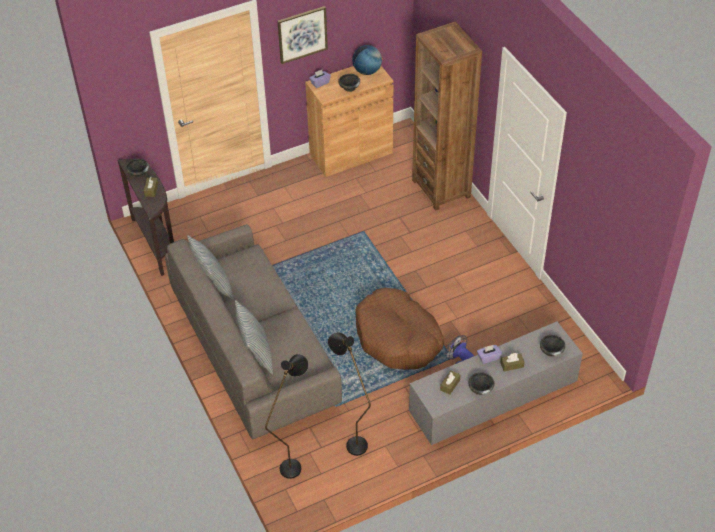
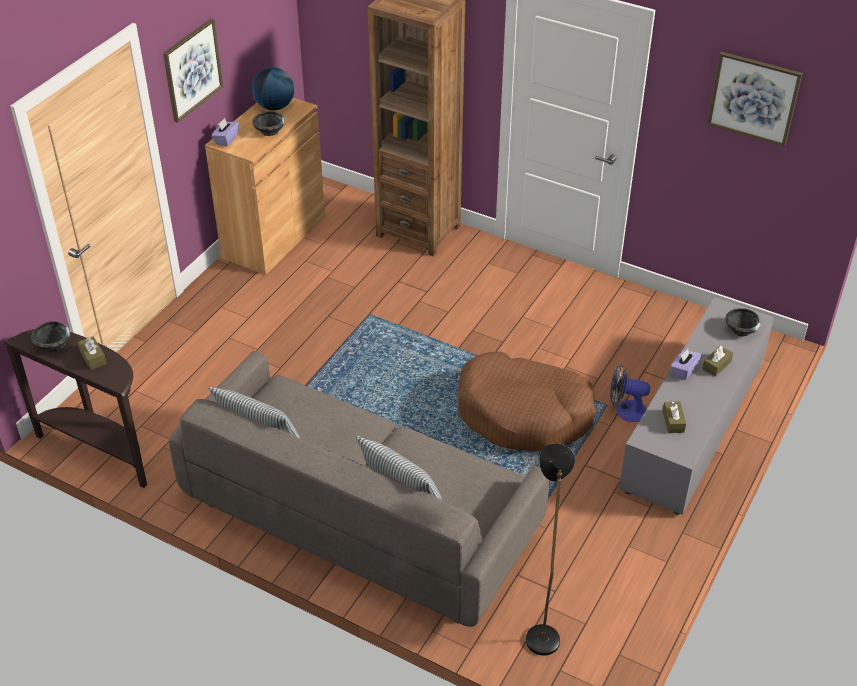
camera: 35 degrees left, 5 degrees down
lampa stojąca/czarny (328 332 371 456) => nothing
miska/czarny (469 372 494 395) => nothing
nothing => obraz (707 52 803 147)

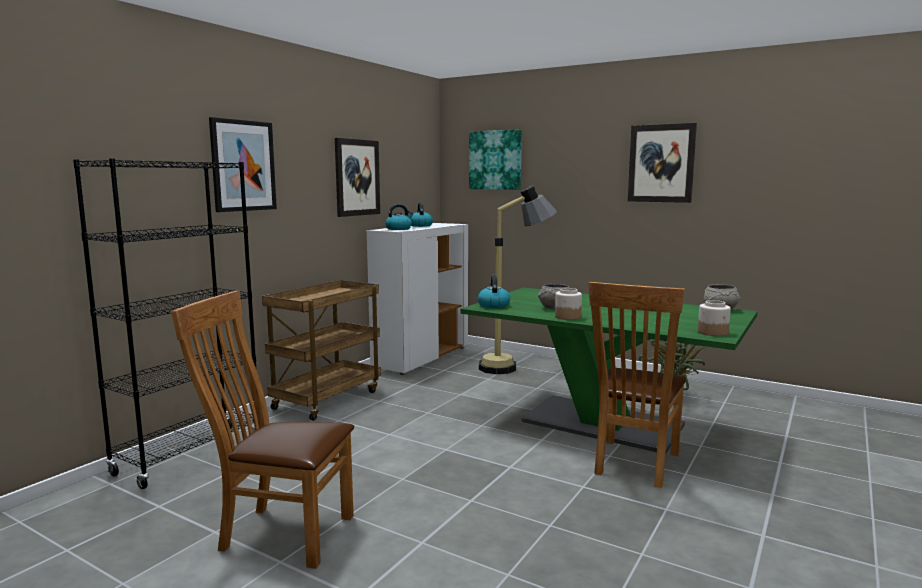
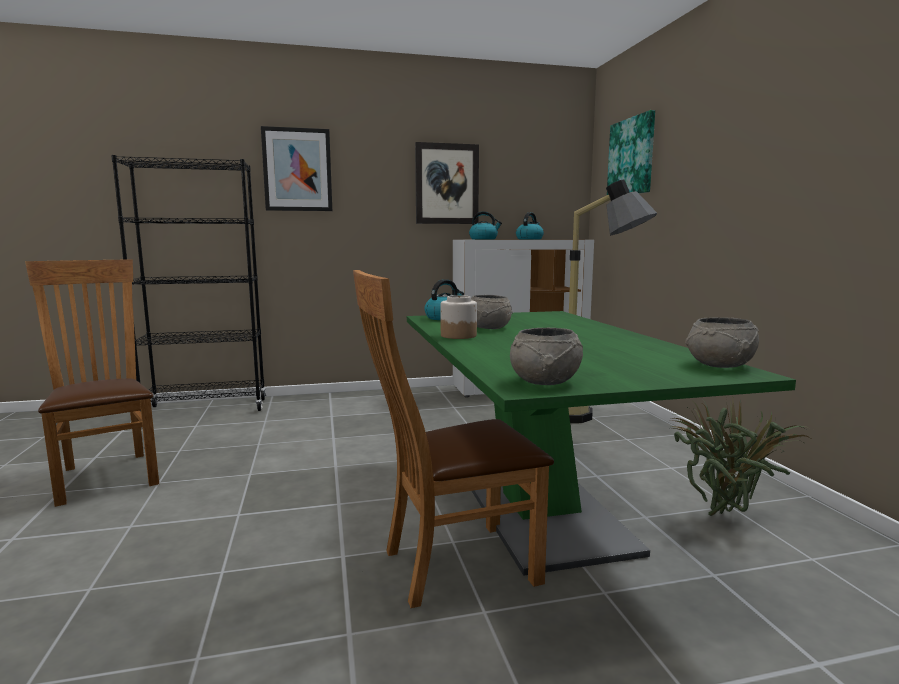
camera: 45 degrees right, 0 degrees up
obraz (628 123 697 203) => nothing
wózek/brązowy (262 280 381 421) => nothing
słoik (698 300 731 336) => miska/szary (510 328 583 385)

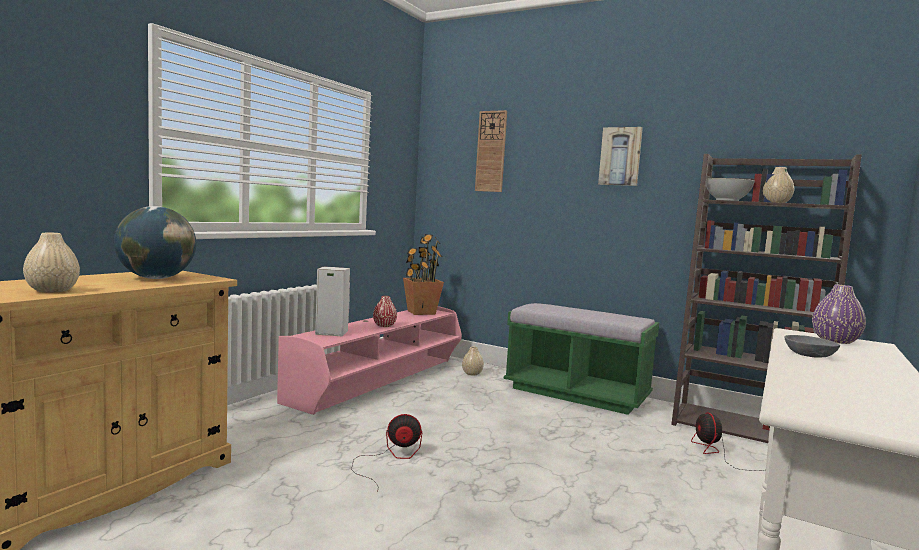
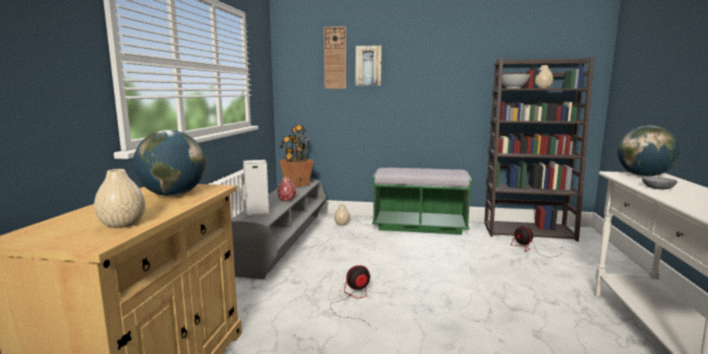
camera: 20 degrees left, 5 degrees up
obraz (598 127 643 186) => obraz (356 45 382 86), move
wazon/fioletowy (812 285 866 344) => globus (617 126 680 177)
szafka pod telewizor/różowy (277 306 462 415) => szafka pod telewizor/szary (231 179 326 279)

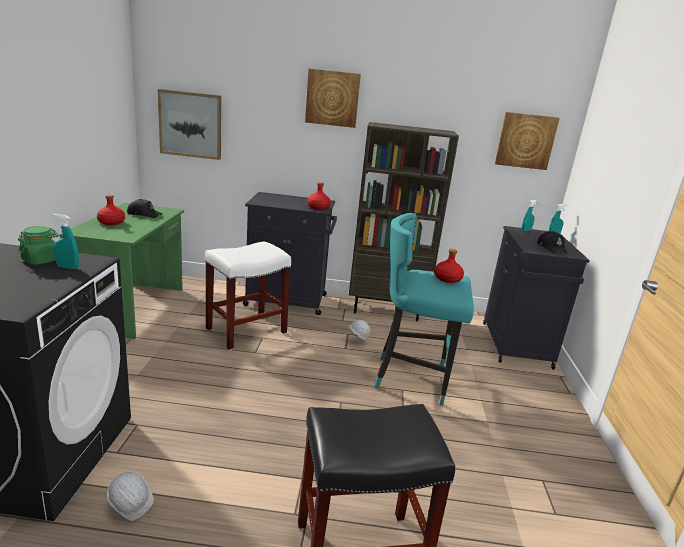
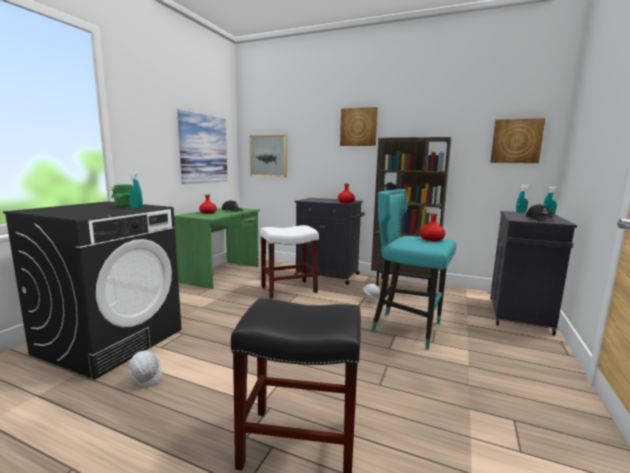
camera: 20 degrees right, 10 degrees down
nothing => obraz (177 110 228 184)

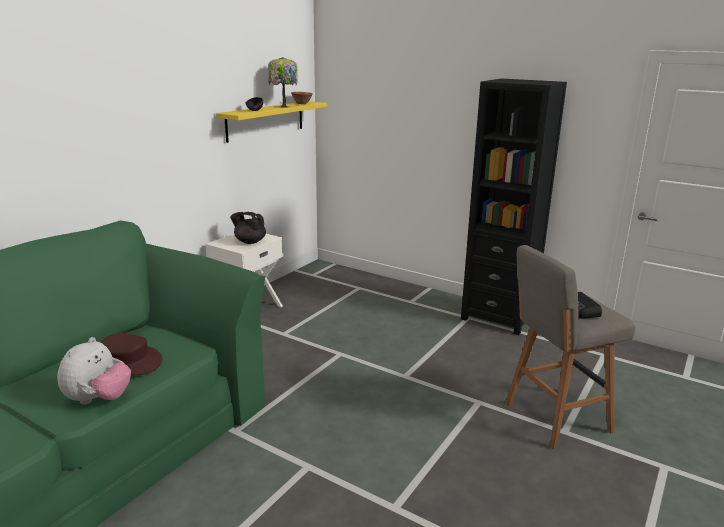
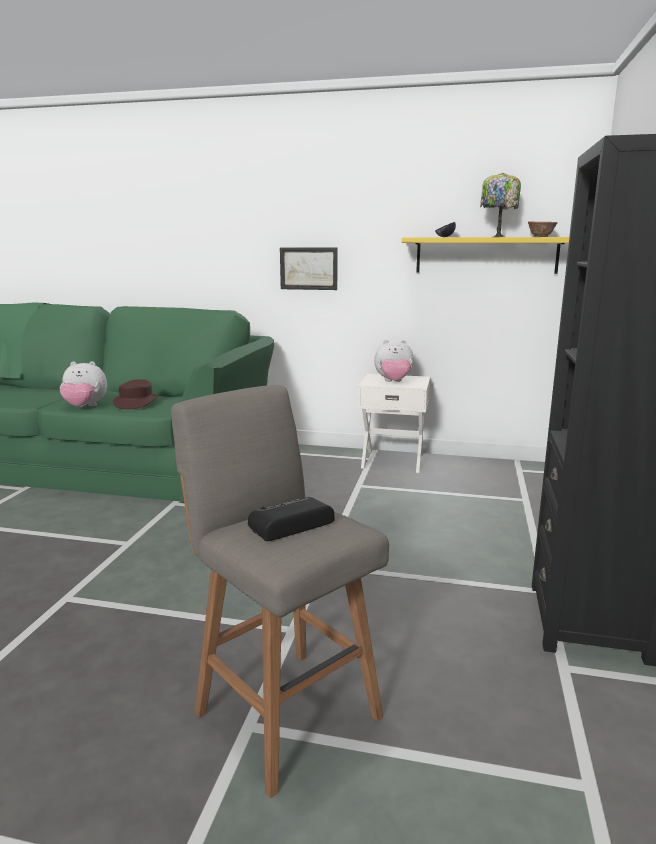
camera: 70 degrees right, 5 degrees down
imbryk/czarny (230 212 266 244) => pluszak (374 340 414 382)
nothing => obraz (280 248 338 290)

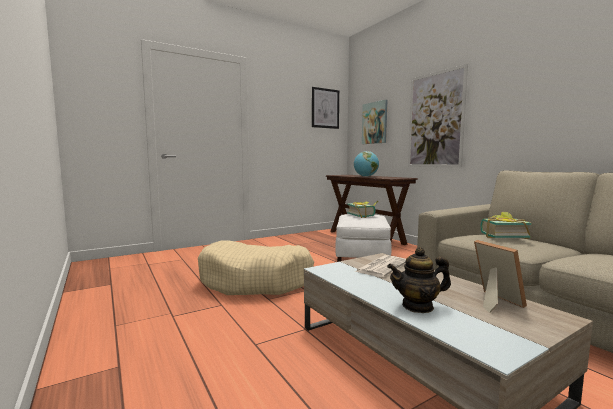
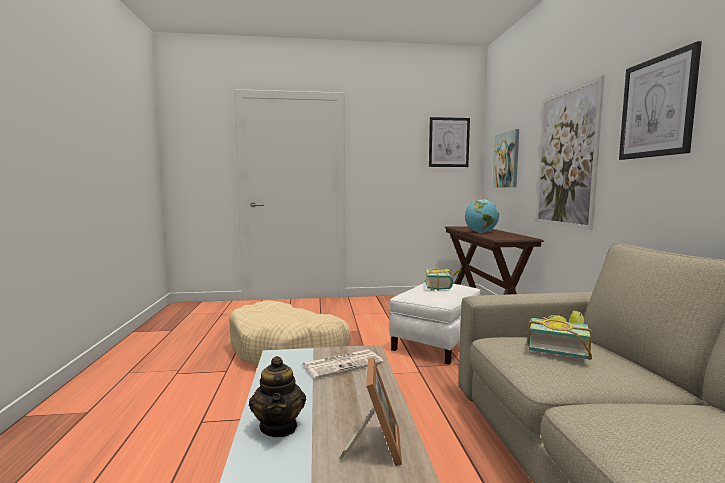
camera: 25 degrees right, 0 degrees up
imbryk (387 247 451 313) => imbryk (249 356 306 437), 120 degrees counterclockwise
nothing => obraz (619 41 702 160)

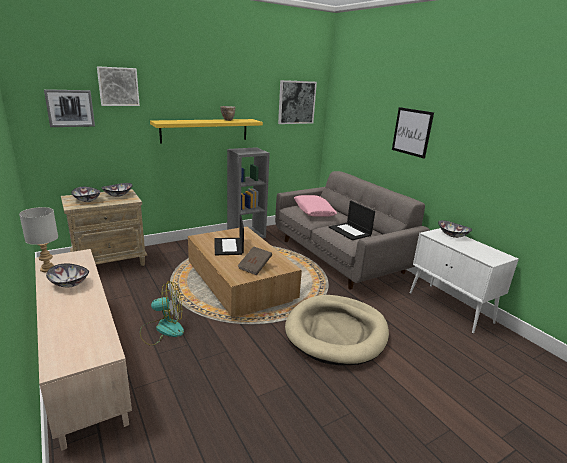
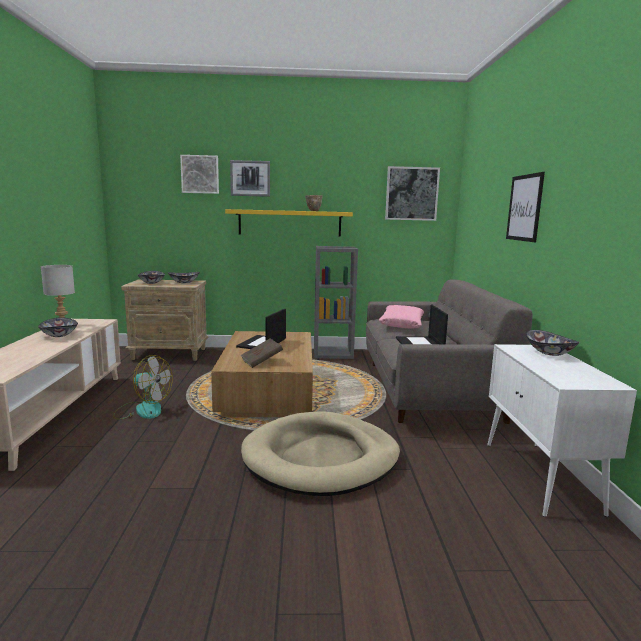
camera: 30 degrees right, 10 degrees down
obraz (44 89 95 127) => obraz (230 160 270 197), move

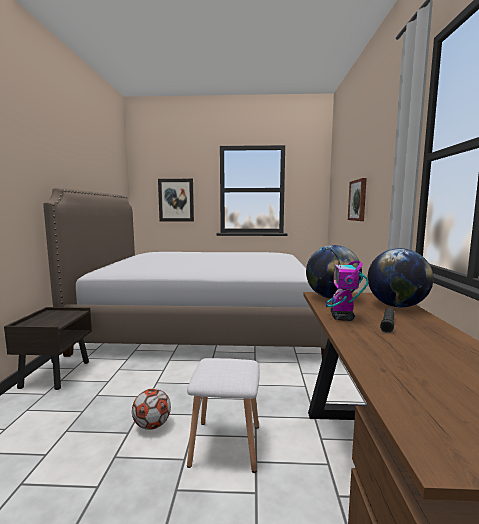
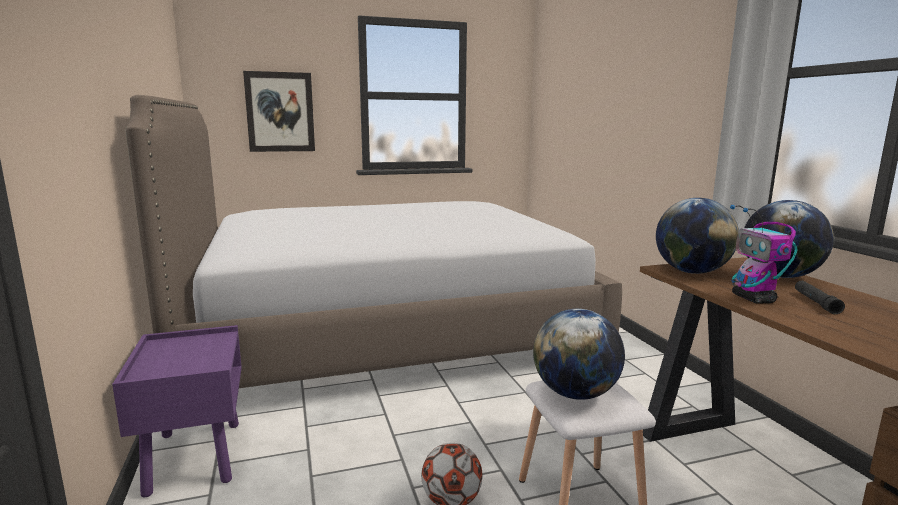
camera: 20 degrees left, 5 degrees up
obraz (348 178 367 221) => nothing
szafka nocna/brązowy (4 307 92 390) => szafka nocna/fioletowy (112 325 242 497)
nothing => globus (533 309 625 400)

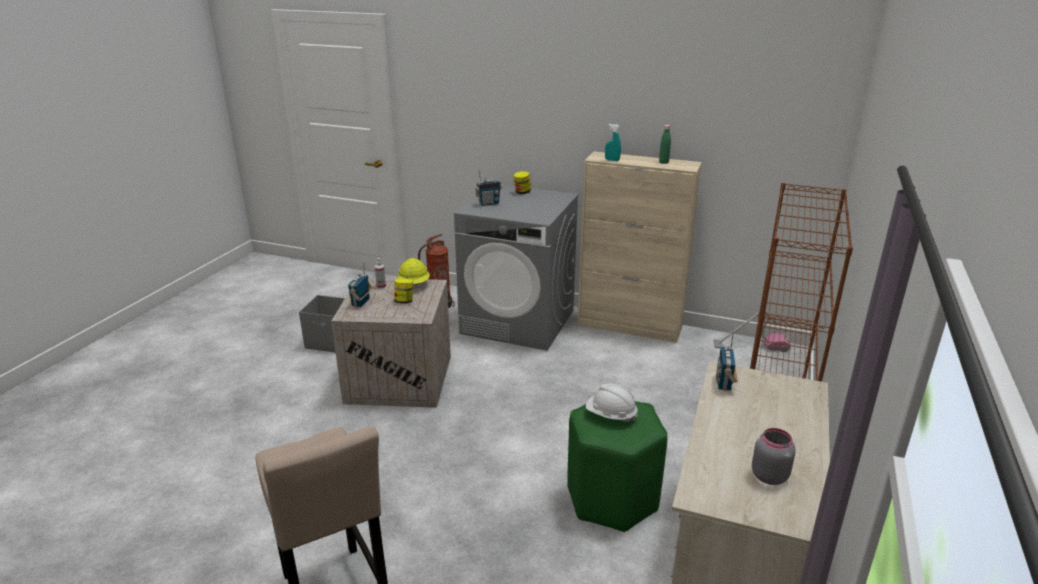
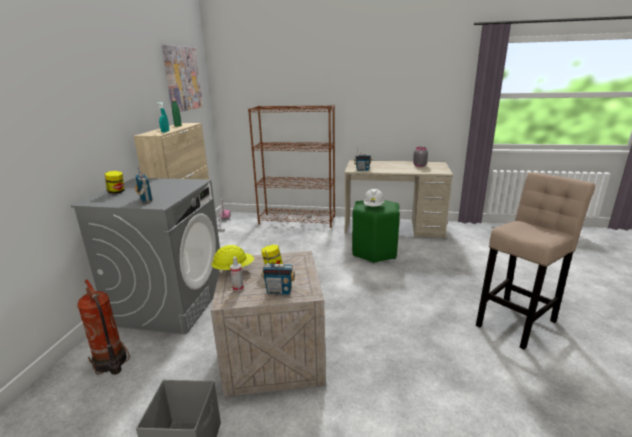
camera: 100 degrees left, 5 degrees down
nothing => obraz (162 45 203 112)

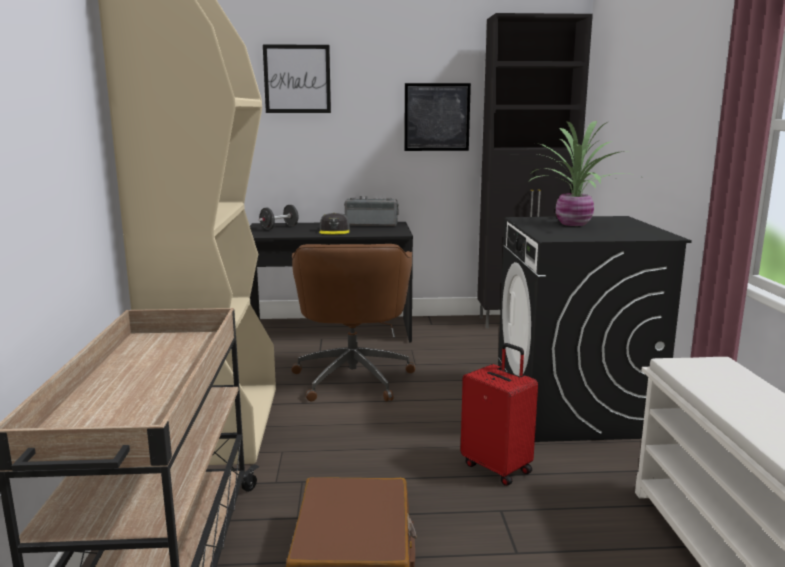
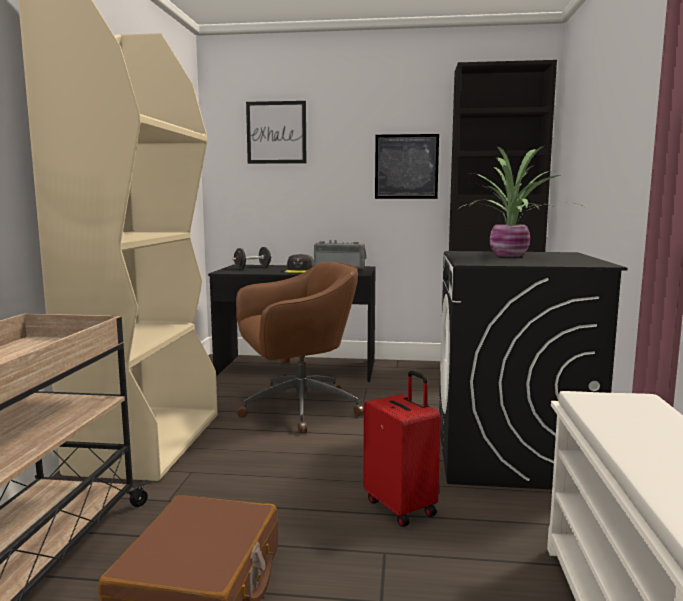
camera: 10 degrees right, 5 degrees down
krzesło biurowe/brązowy (292 244 415 401) => krzesło biurowe/brązowy (236 262 364 433), 120 degrees counterclockwise

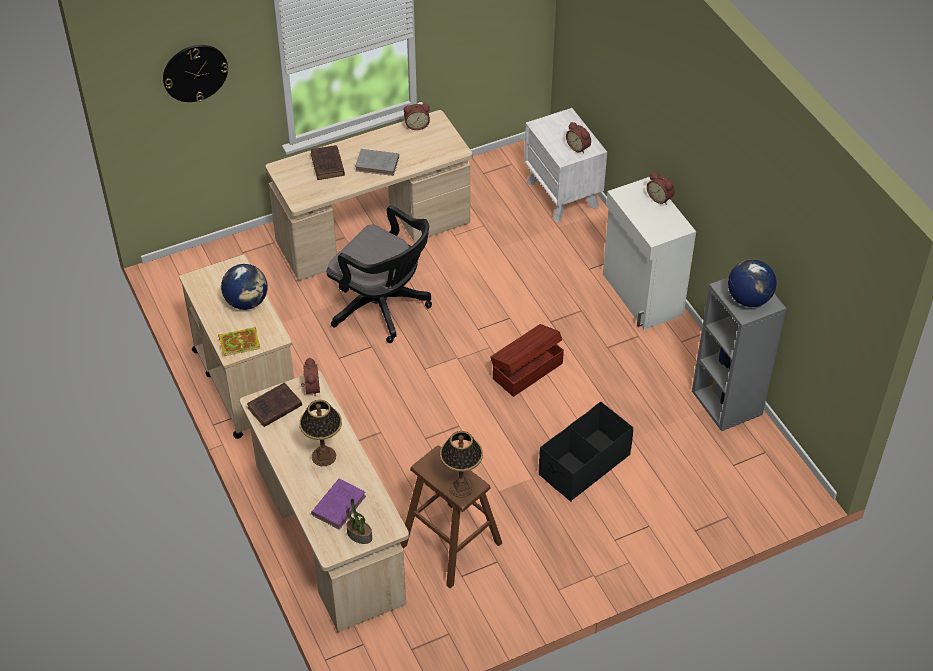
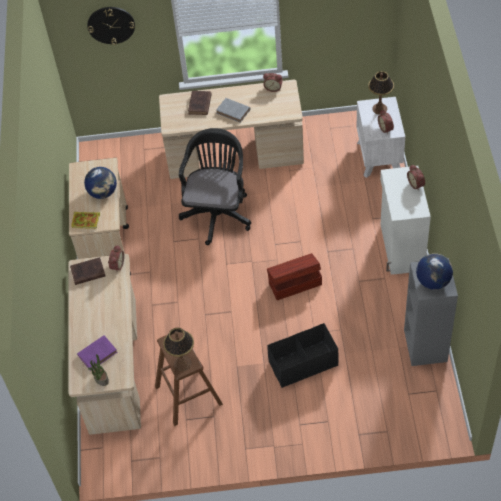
camera: 25 degrees right, 5 degrees up
krzesło biurowe/czarny (327 205 432 343) => krzesło biurowe/czarny (179 128 251 245), 135 degrees counterclockwise
lampa stołowa (299 400 342 466) => lampa stołowa (368 71 394 115), move

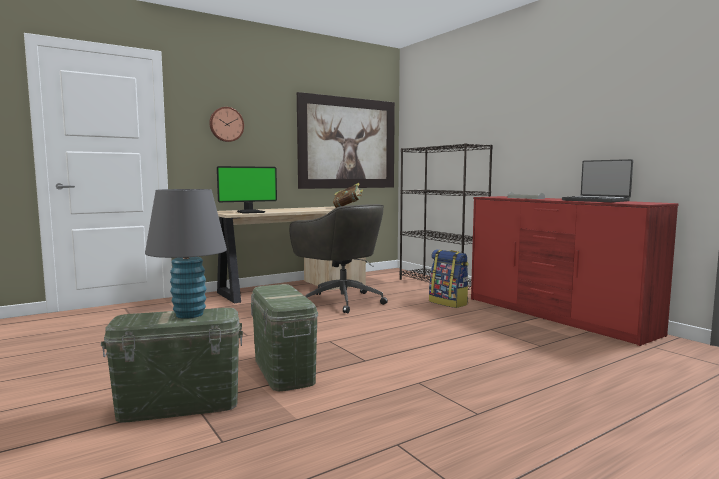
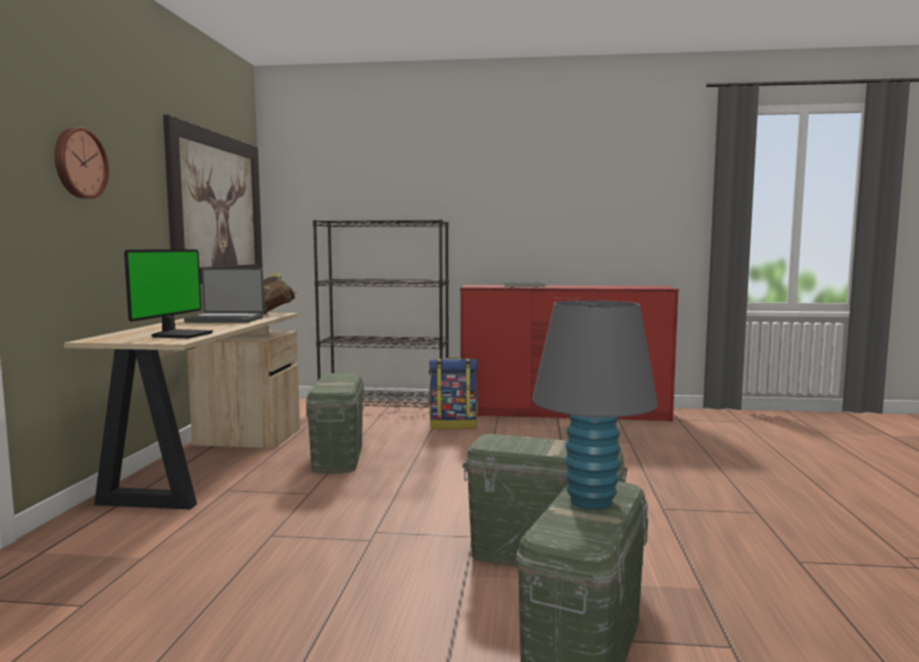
camera: 50 degrees left, 0 degrees up
laptop (562 159 633 202) => laptop (184 268 264 323), move
krzesło biurowe/szary (289 204 388 313) => pojemnik do przechowywania/zielony (306 373 364 473)

